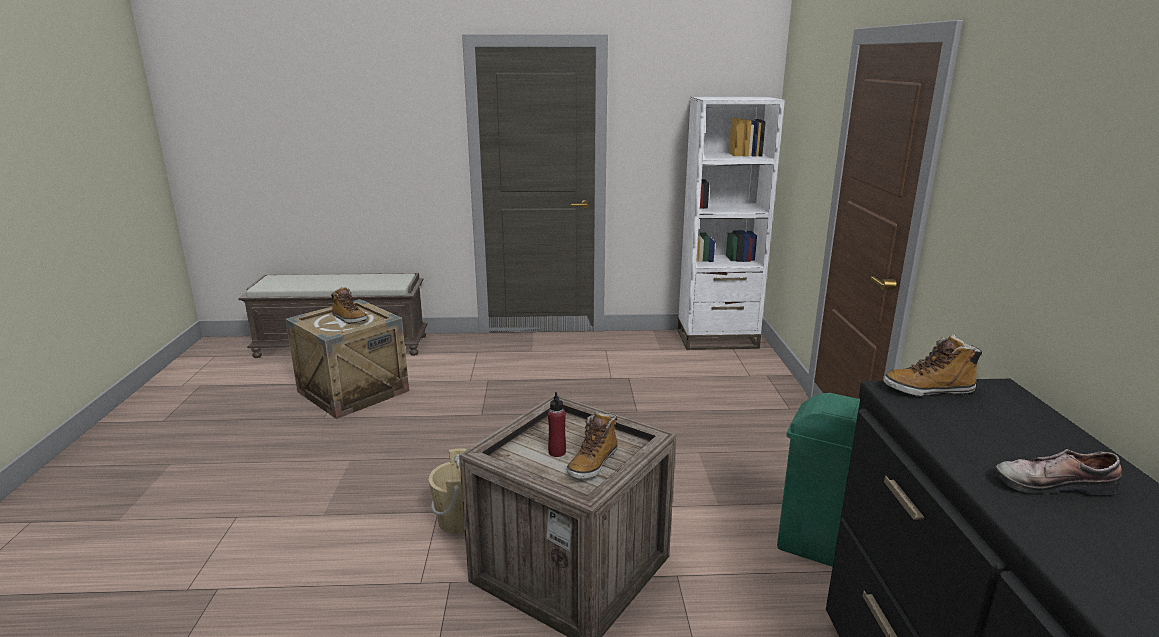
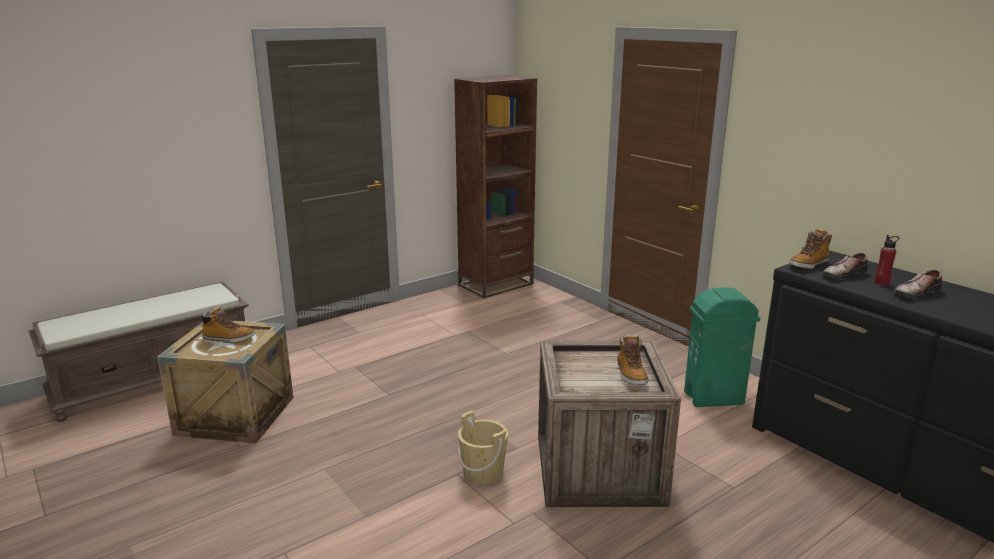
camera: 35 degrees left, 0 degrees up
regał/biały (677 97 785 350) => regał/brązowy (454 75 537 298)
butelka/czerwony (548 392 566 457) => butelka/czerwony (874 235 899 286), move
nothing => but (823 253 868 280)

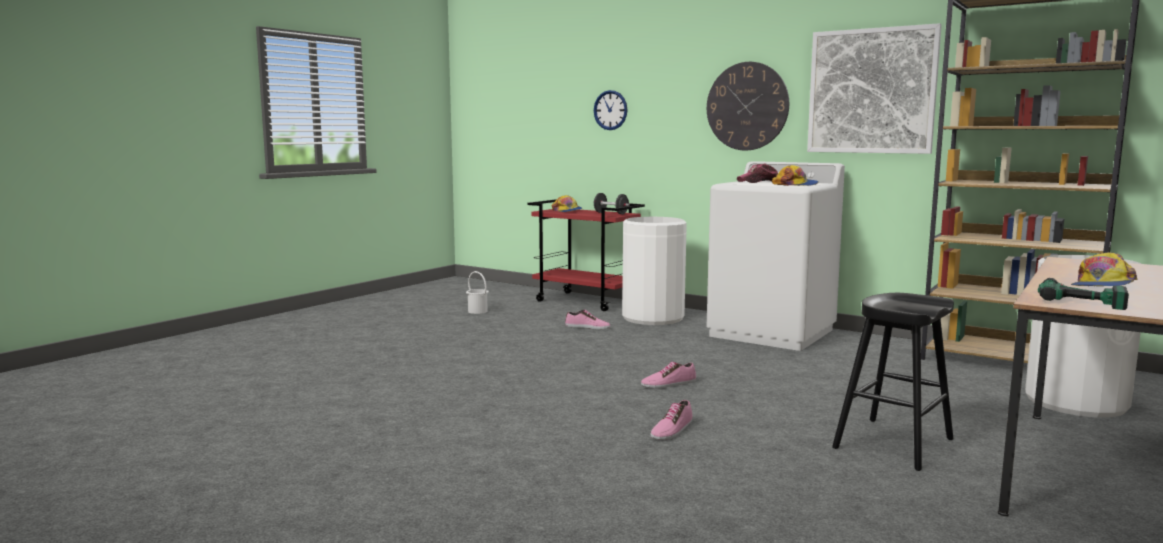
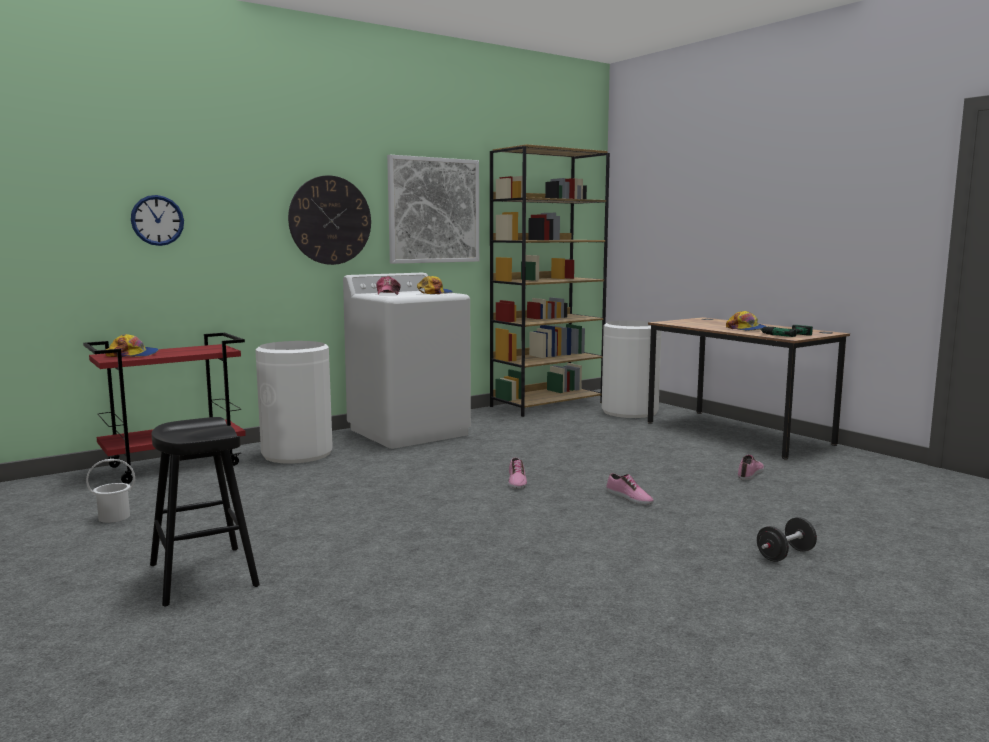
camera: 70 degrees left, 0 degrees up
hantel/czarny (593 193 630 214) => hantel/czarny (757 517 817 562), move
stołek/czarny (832 293 954 471) => stołek/czarny (150 417 260 607), move
but (565 310 611 330) => but (738 455 764 480), move

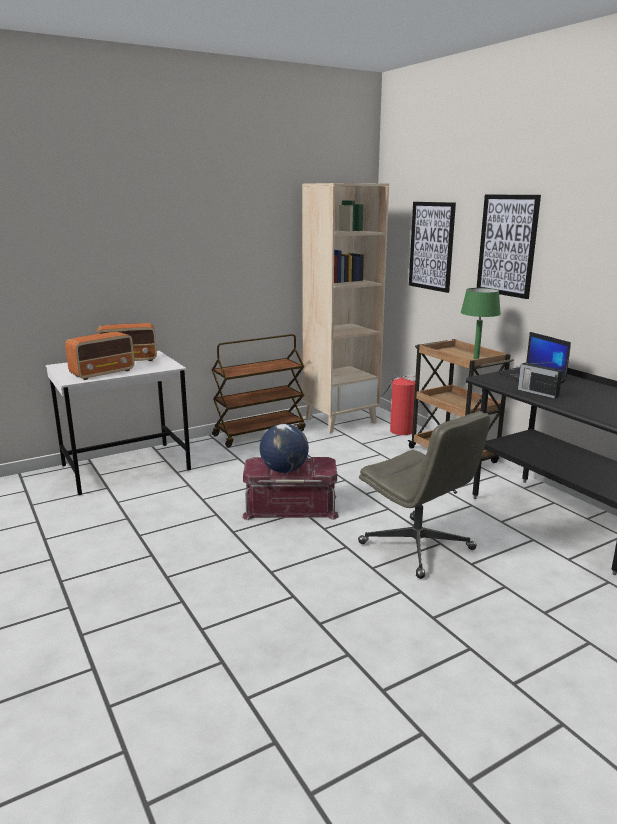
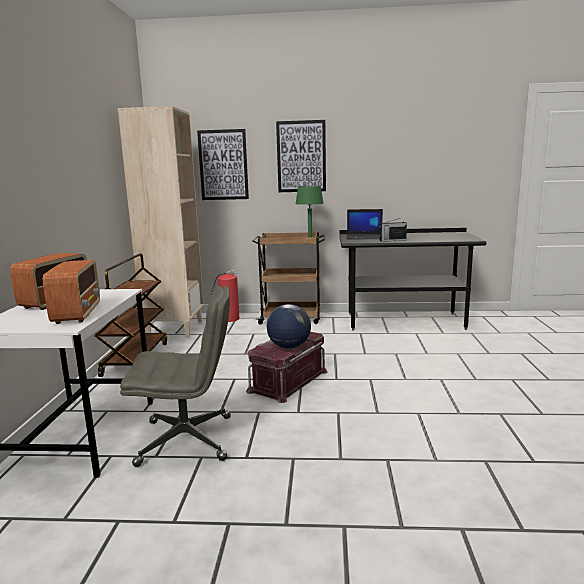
camera: 55 degrees left, 5 degrees down
krzesło biurowe/szary (358 411 490 579) => krzesło biurowe/szary (120 286 231 467), move

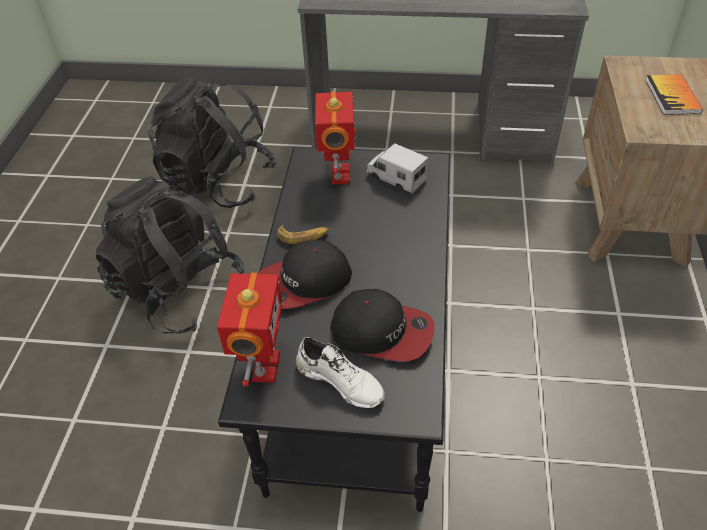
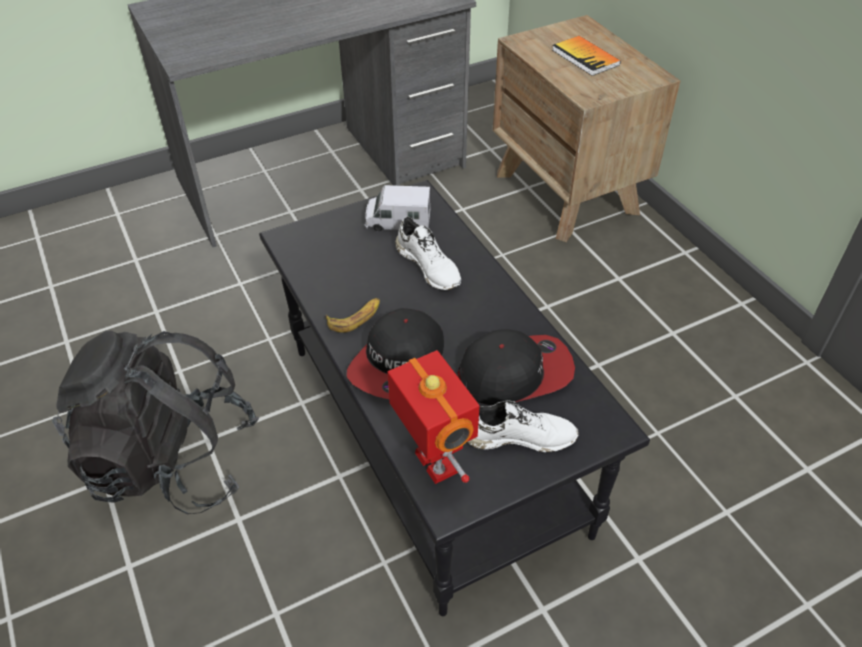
camera: 35 degrees left, 0 degrees up
plecak/czarny (147 77 277 208) => nothing
robot zabawkowy (315 91 355 185) => nothing
nothing => but/biały (395 217 461 290)

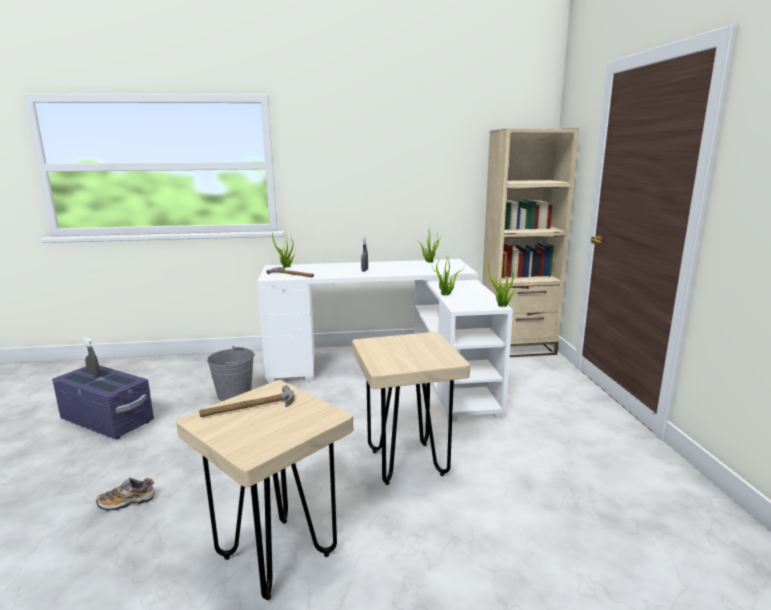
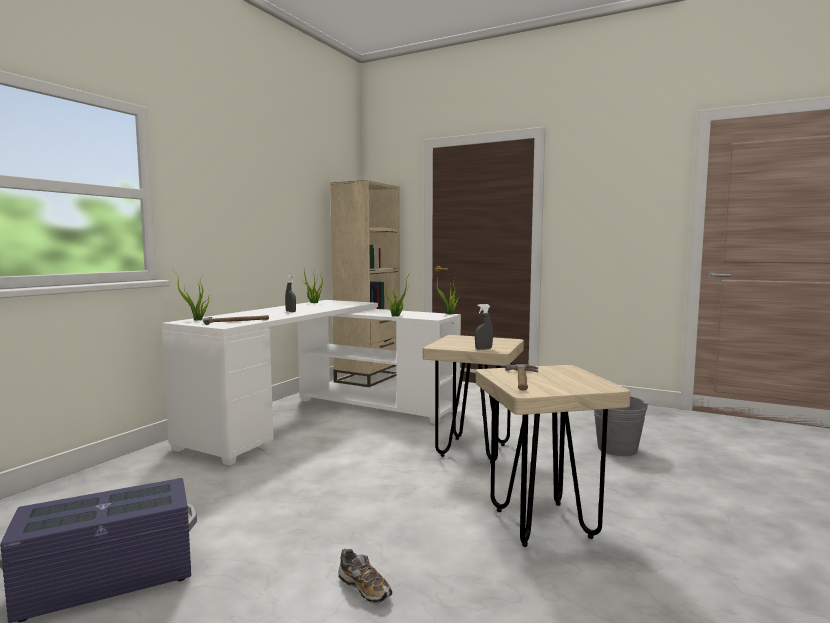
camera: 55 degrees left, 10 degrees down
spryskiwacz/szary (83 337 100 377) => spryskiwacz/szary (475 304 493 350), move
wiadro/szary (207 346 255 401) => wiadro/szary (594 396 648 456), move
but (96 478 155 511) => but (339 548 392 605), 60 degrees counterclockwise

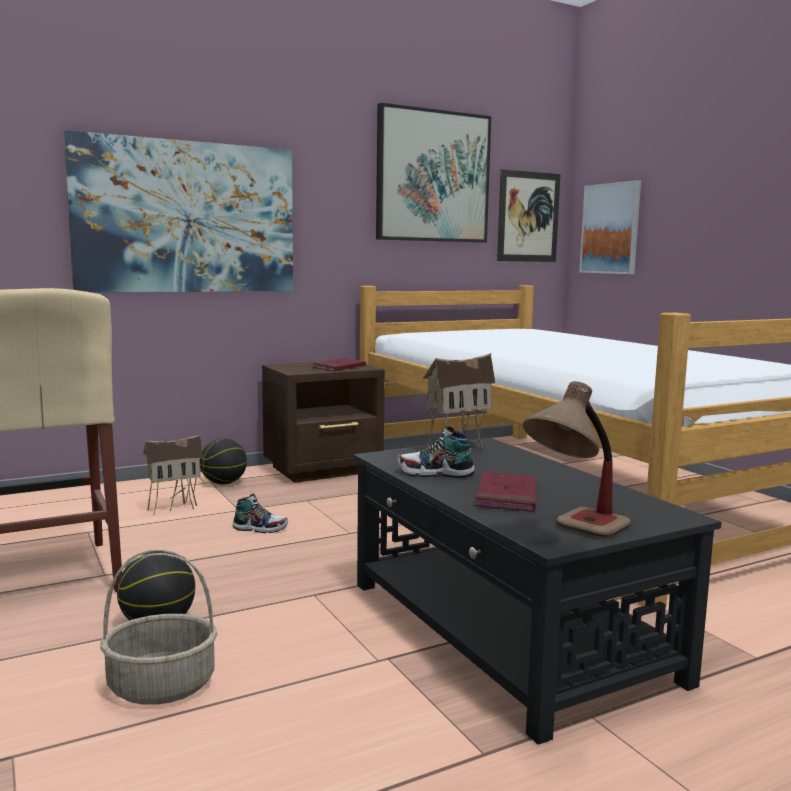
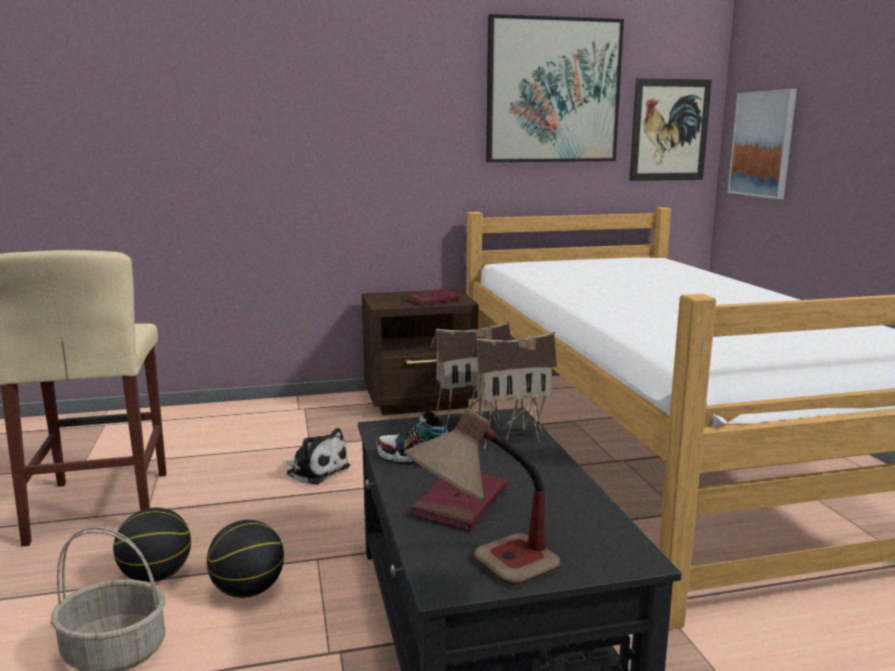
camera: 15 degrees right, 5 degrees up
obraz (64 130 293 292) => nothing
domek (143 434 203 516) => domek (471 332 557 449), move
piłka do koszykówki (200 438 247 485) => piłka do koszykówki (207 520 284 598), move
but (233 494 288 533) => pluszak (283 428 350 484)

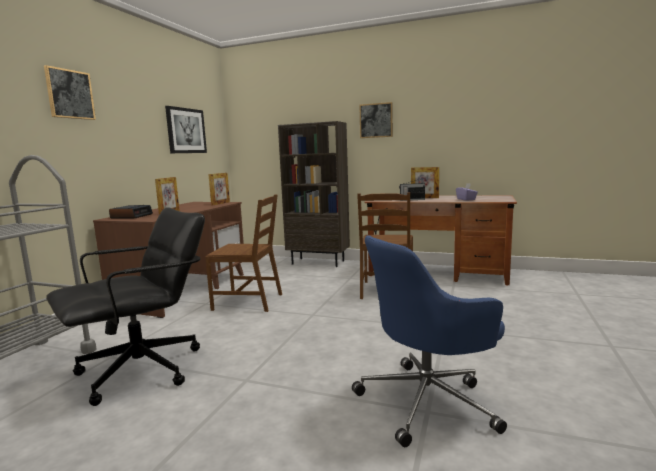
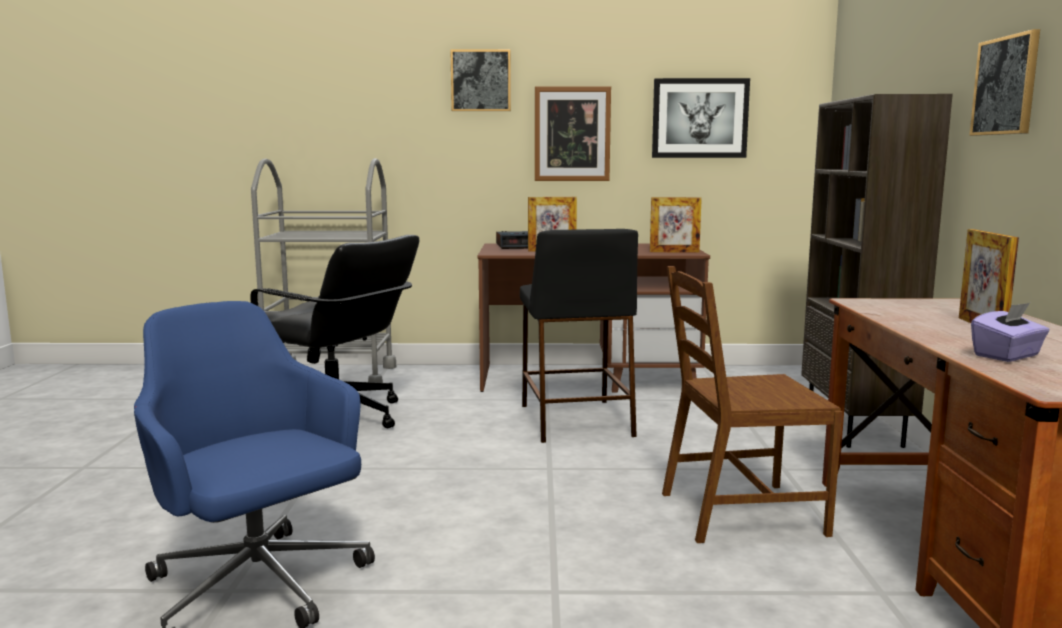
camera: 70 degrees right, 0 degrees up
radio (399 179 425 201) => nothing
krzesło/brązowy (205 194 282 312) => stołek/czarny (520 229 638 443)
nothing => obraz (535 86 611 181)

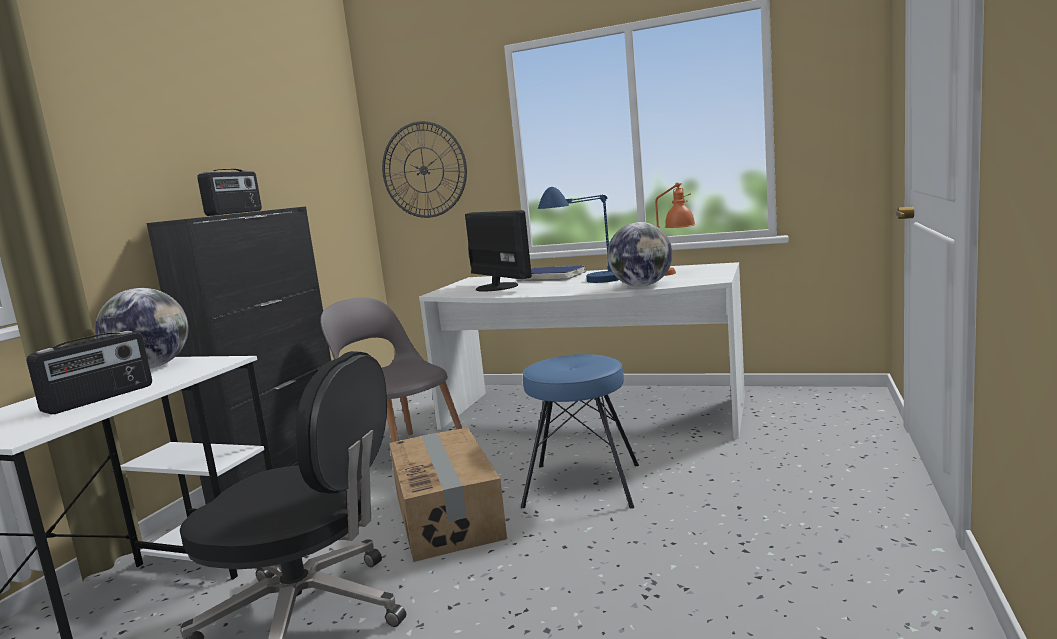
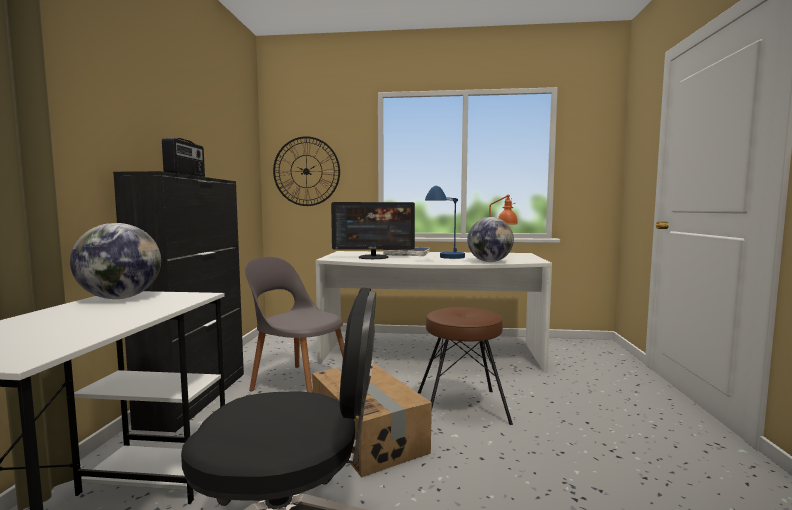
camera: 15 degrees left, 5 degrees down
monitor (465 210 532 292) => monitor (331 202 415 259), 135 degrees clockwise
radio (27 331 152 414) => nothing
stołek/niebieski (521 354 639 509) => stołek/brązowy (418 307 513 425)

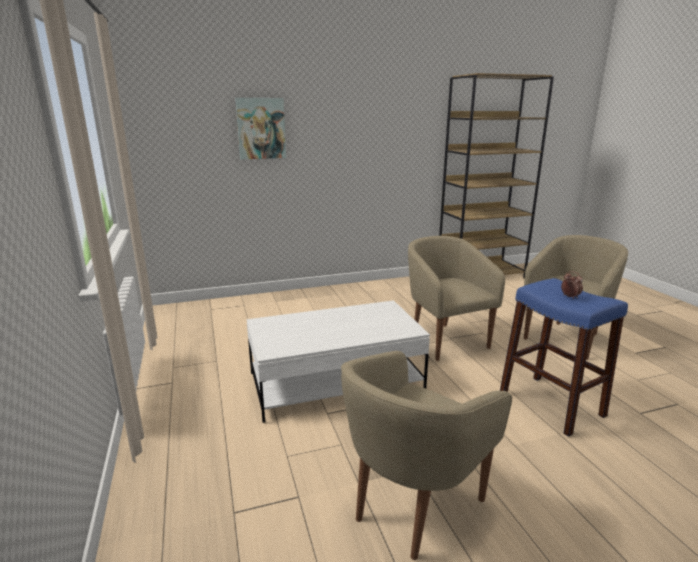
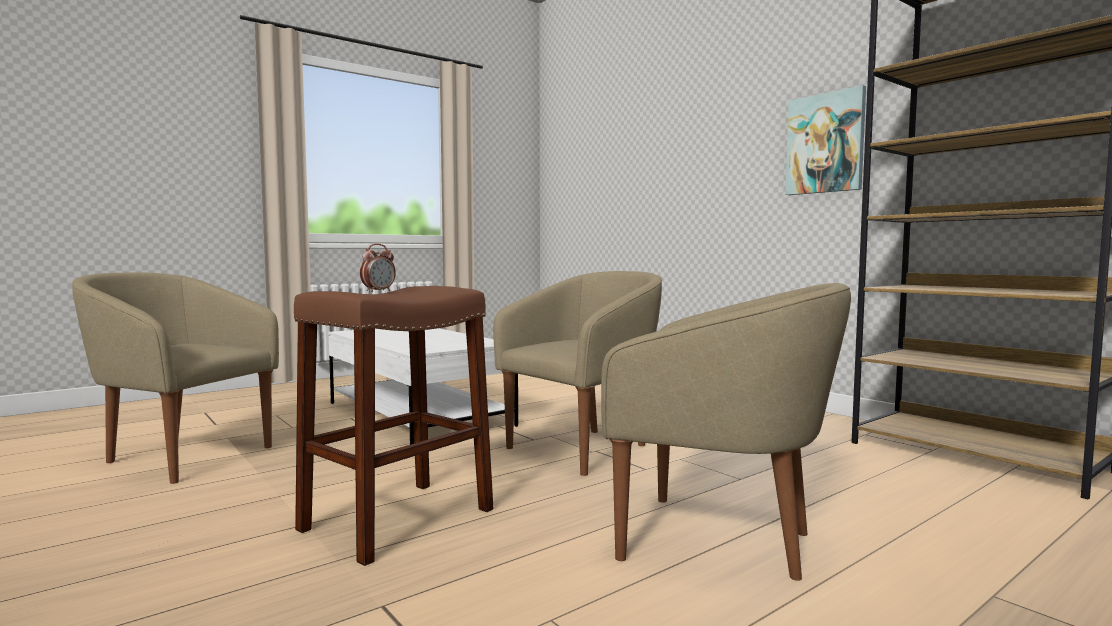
camera: 70 degrees right, 15 degrees down
obraz (235 98 286 159) => obraz (785 85 866 195), move
stołek/niebieski (500 278 628 437) => stołek/brązowy (294 286 493 566)

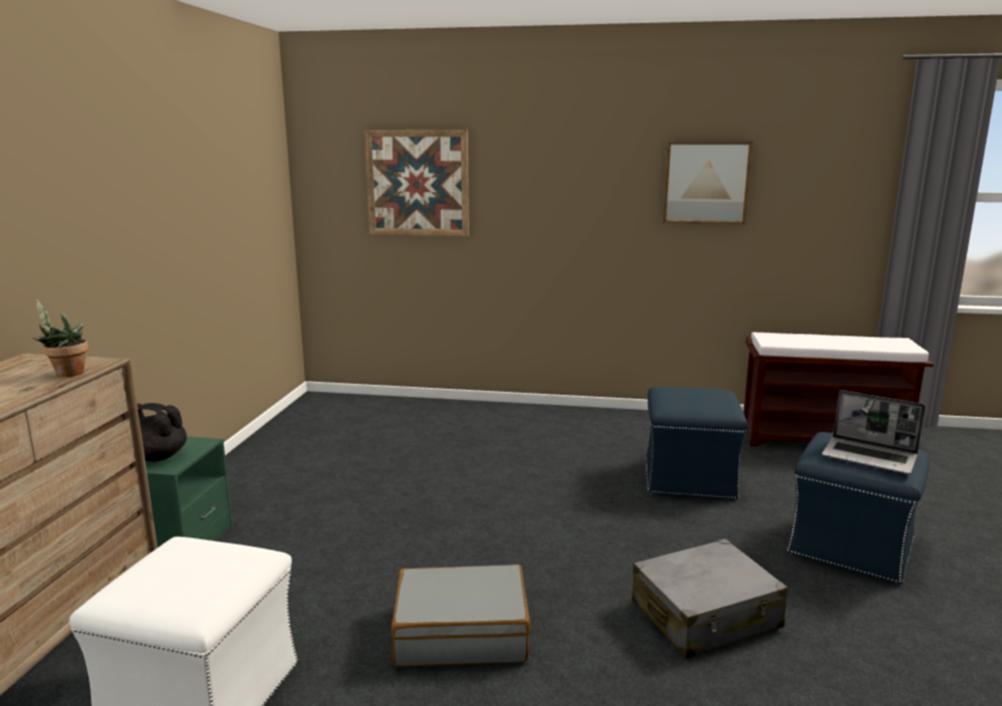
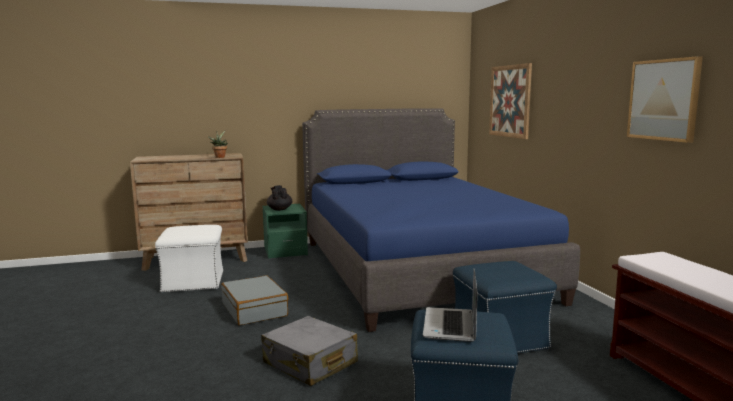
camera: 65 degrees right, 5 degrees down
nothing => łóżko/niebieski (302 108 580 332)

